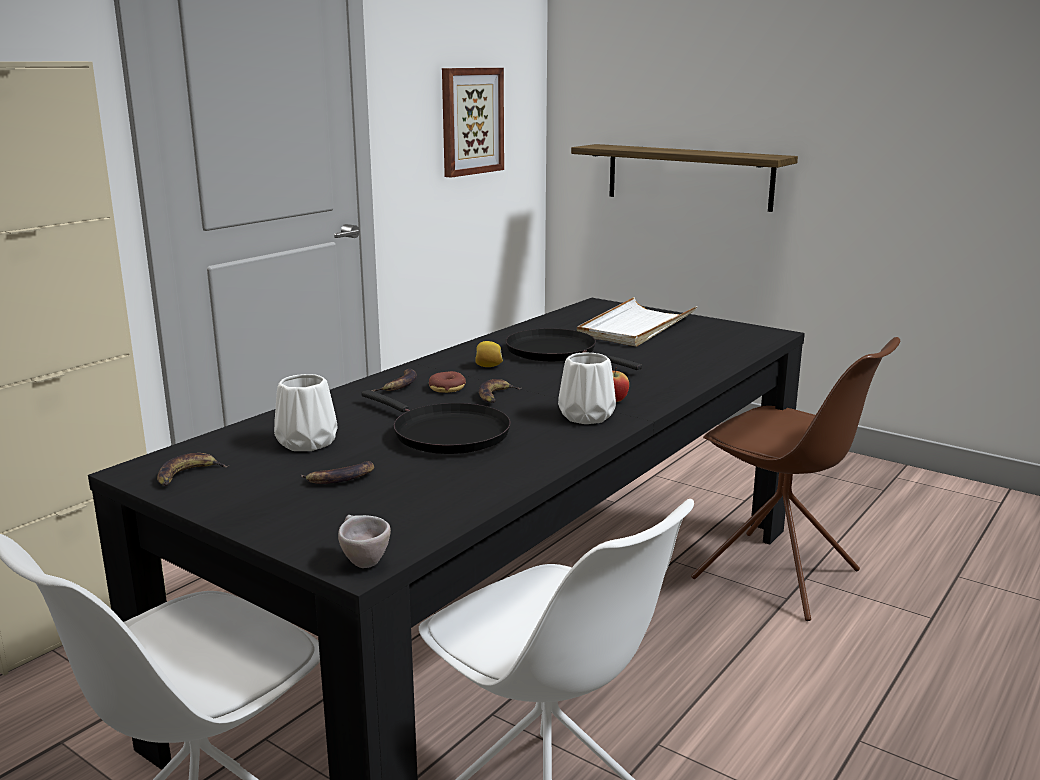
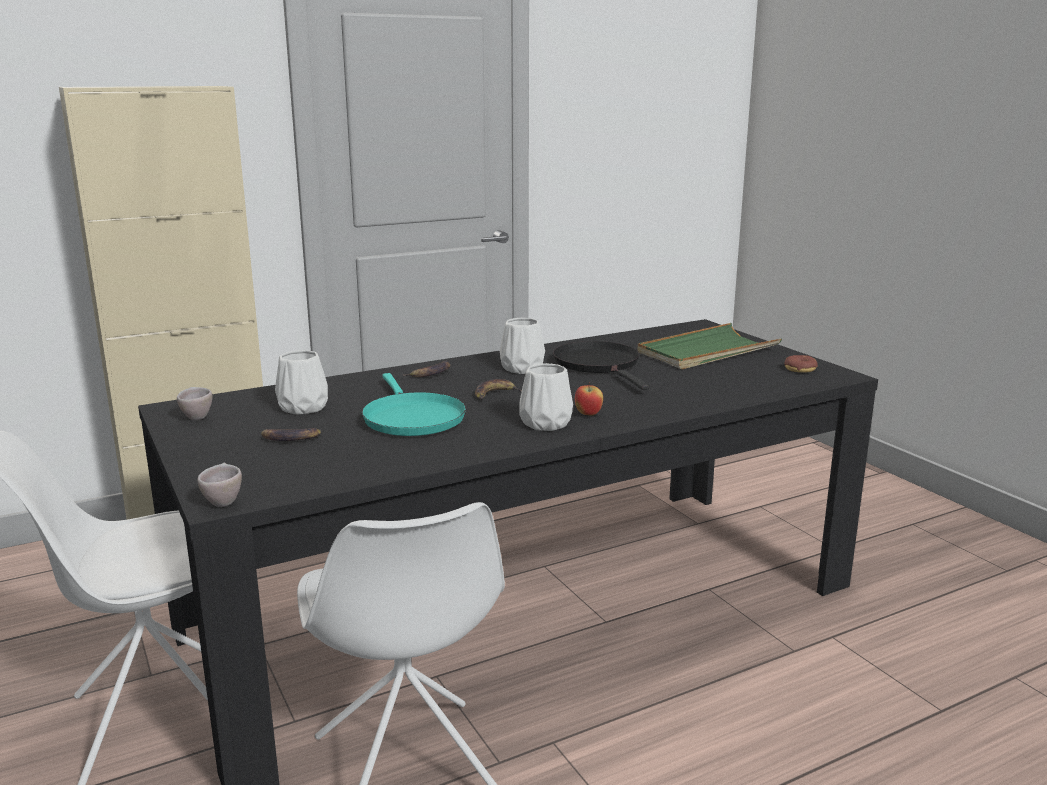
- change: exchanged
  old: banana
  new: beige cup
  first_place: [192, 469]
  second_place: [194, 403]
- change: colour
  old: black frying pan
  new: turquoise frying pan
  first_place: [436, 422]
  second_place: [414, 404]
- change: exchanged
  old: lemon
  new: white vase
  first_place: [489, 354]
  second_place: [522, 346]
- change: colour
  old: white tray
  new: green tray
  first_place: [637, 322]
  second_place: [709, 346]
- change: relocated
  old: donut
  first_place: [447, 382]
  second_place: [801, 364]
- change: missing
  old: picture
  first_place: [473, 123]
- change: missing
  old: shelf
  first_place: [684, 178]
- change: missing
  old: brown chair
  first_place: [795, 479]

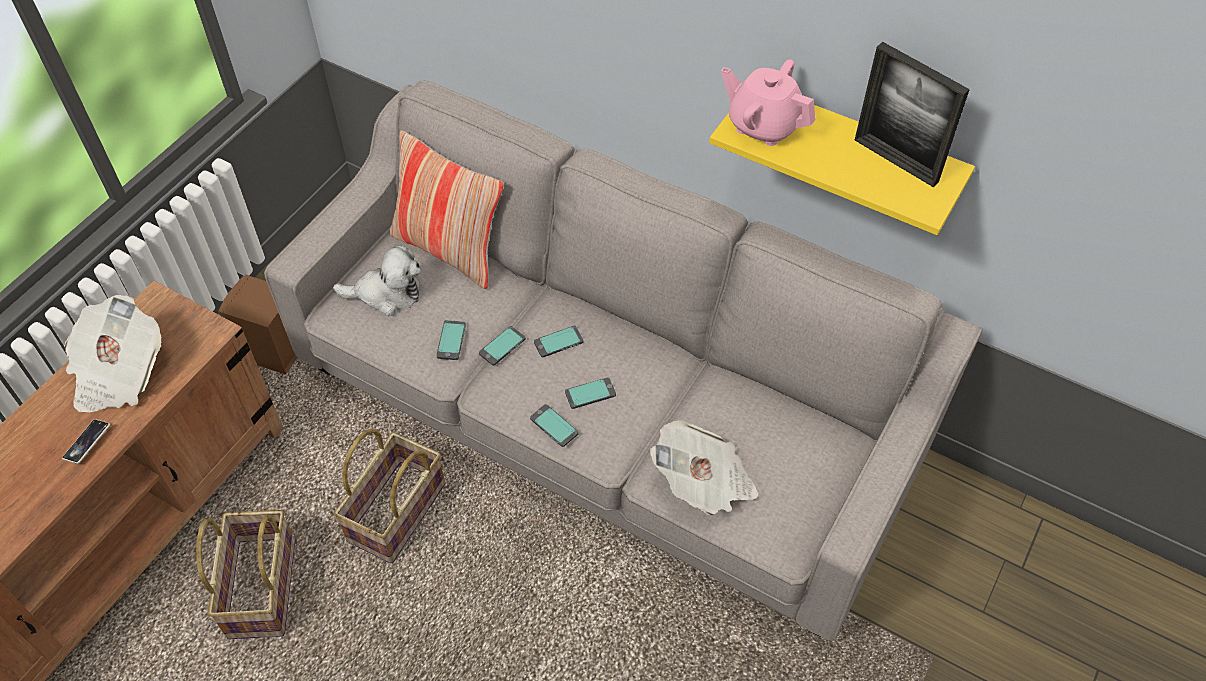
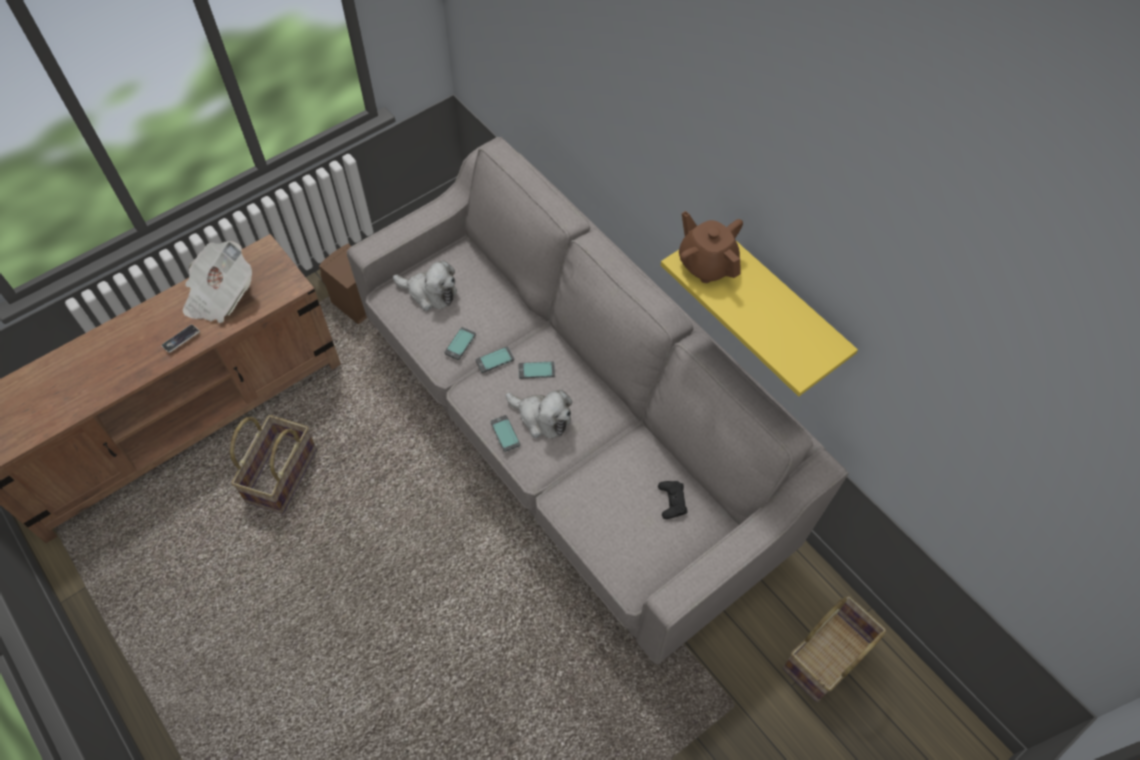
- change: exchanged
  old: phone
  new: plush toy
  first_place: [590, 393]
  second_place: [539, 414]
- change: appeared
  new: black game controller
  second_place: [672, 500]
- change: colour
  old: pink teapot
  new: brown teapot
  first_place: [768, 102]
  second_place: [711, 247]
- change: relocated
  old: basket
  first_place: [389, 495]
  second_place: [834, 649]
- change: missing
  old: pillow
  first_place: [446, 209]
- change: missing
  old: newspaper
  first_place: [704, 467]
- change: missing
  old: picture frame
  first_place: [912, 114]

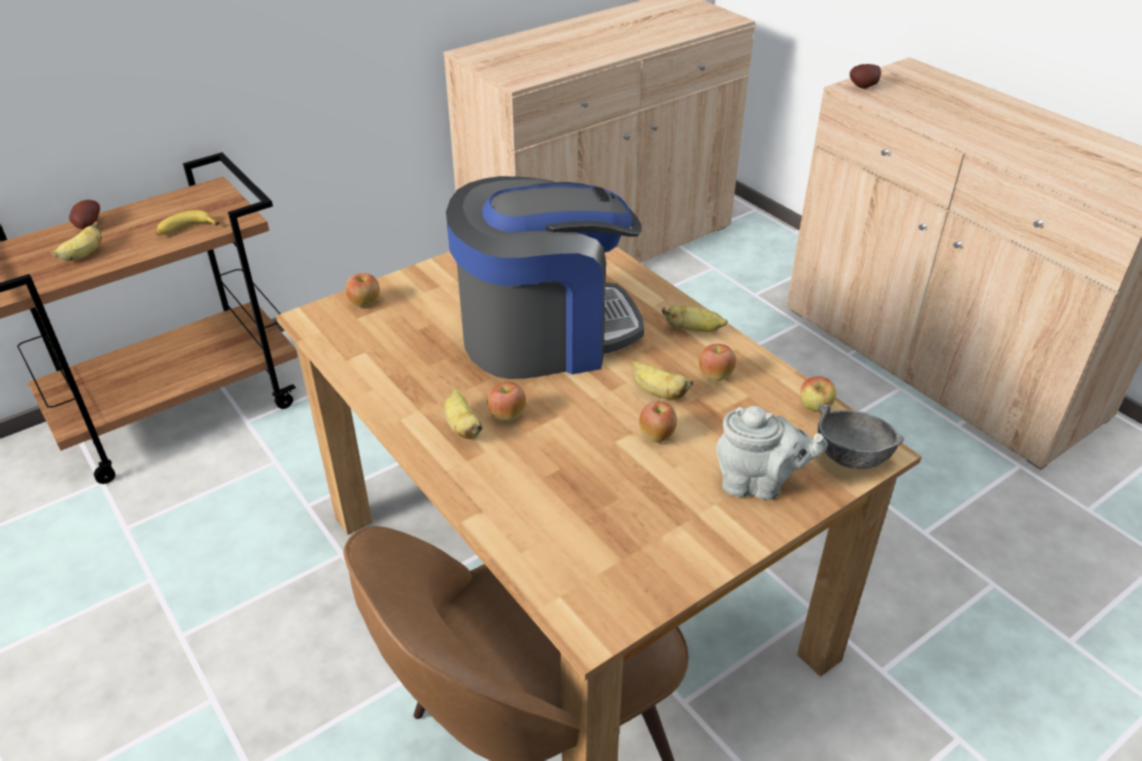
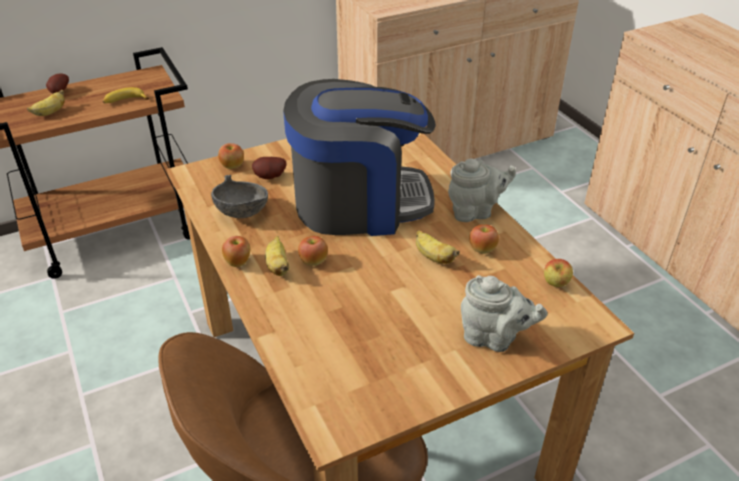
- change: relocated
  old: grey bowl
  first_place: [860, 436]
  second_place: [239, 196]
- change: relocated
  old: apple
  first_place: [658, 422]
  second_place: [236, 251]
- change: relocated
  old: potato
  first_place: [865, 76]
  second_place: [269, 168]
- change: exchanged
  old: banana
  new: grey teapot
  first_place: [694, 318]
  second_place: [482, 190]

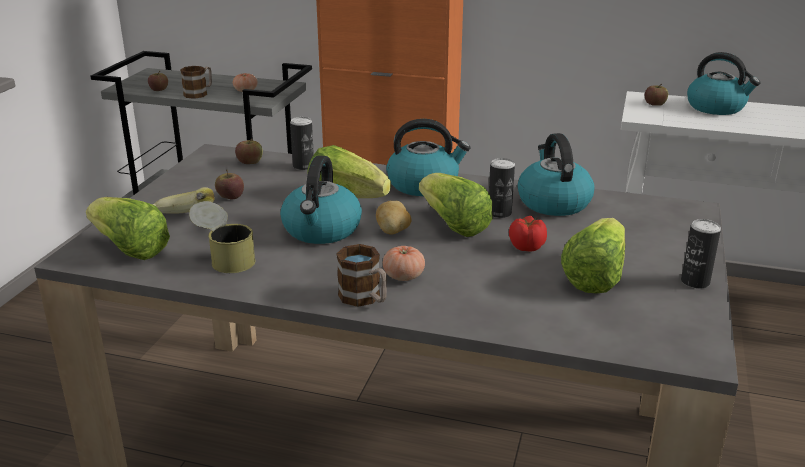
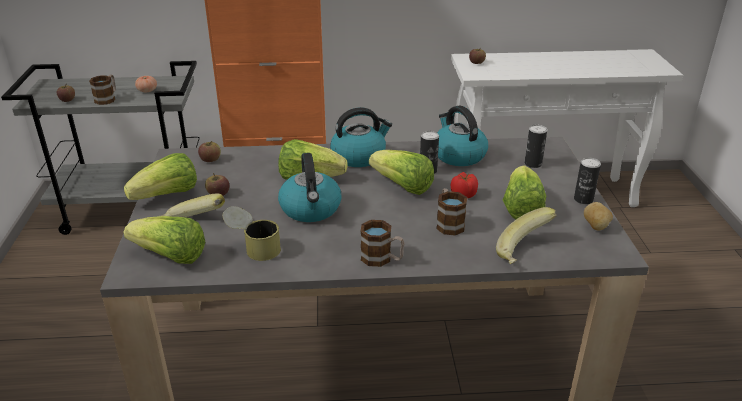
- change: appeared
  new: lettuce
  second_place: [160, 176]
- change: appeared
  new: mug
  second_place: [451, 212]
- change: appeared
  new: banana
  second_place: [526, 235]
- change: relocated
  old: can
  first_place: [302, 143]
  second_place: [535, 146]
- change: relocated
  old: potato
  first_place: [393, 217]
  second_place: [598, 216]
- change: missing
  old: tomato
  first_place: [404, 263]
- change: missing
  old: kettle
  first_place: [723, 83]

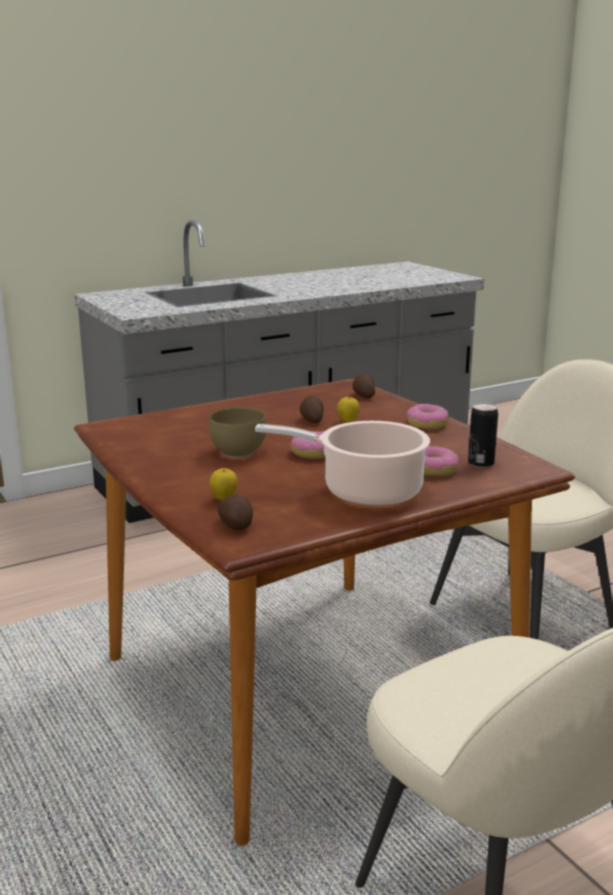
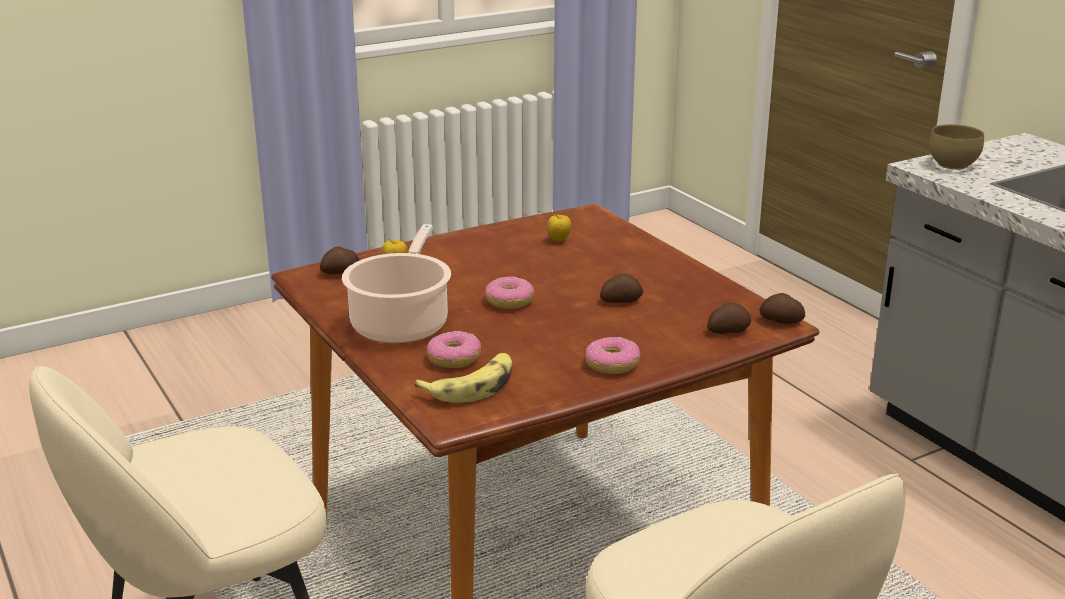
- change: exchanged
  old: can
  new: banana
  first_place: [483, 435]
  second_place: [463, 378]
- change: relocated
  old: apple
  first_place: [348, 409]
  second_place: [559, 227]
- change: appeared
  new: potato
  second_place: [782, 308]
- change: relocated
  old: brown bowl
  first_place: [237, 432]
  second_place: [956, 147]

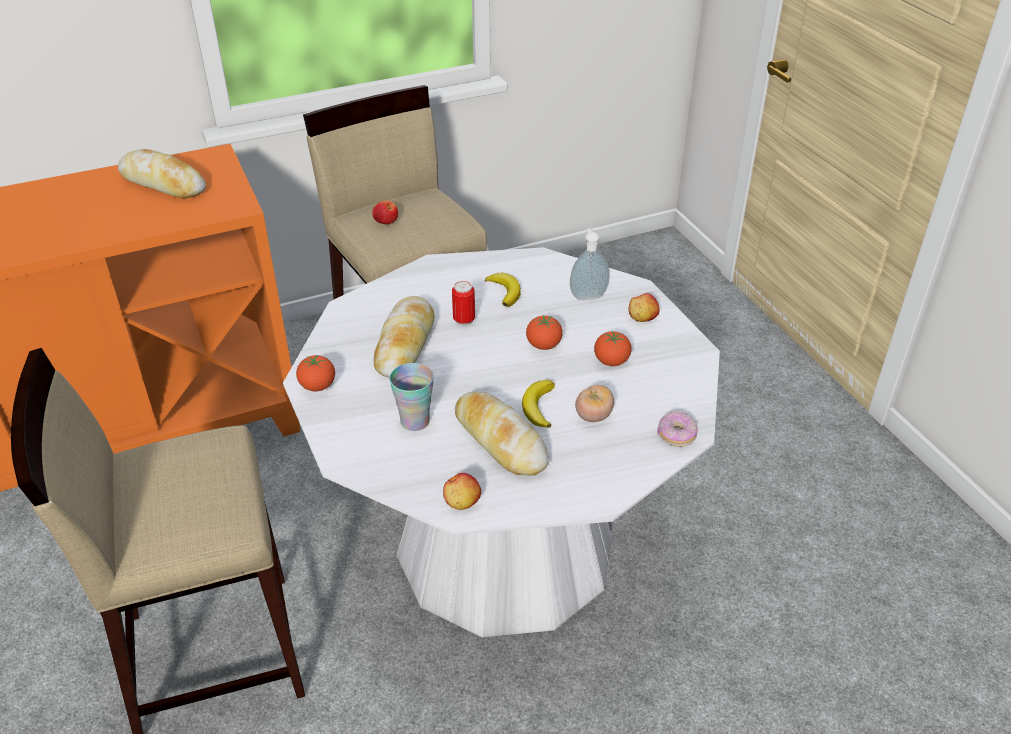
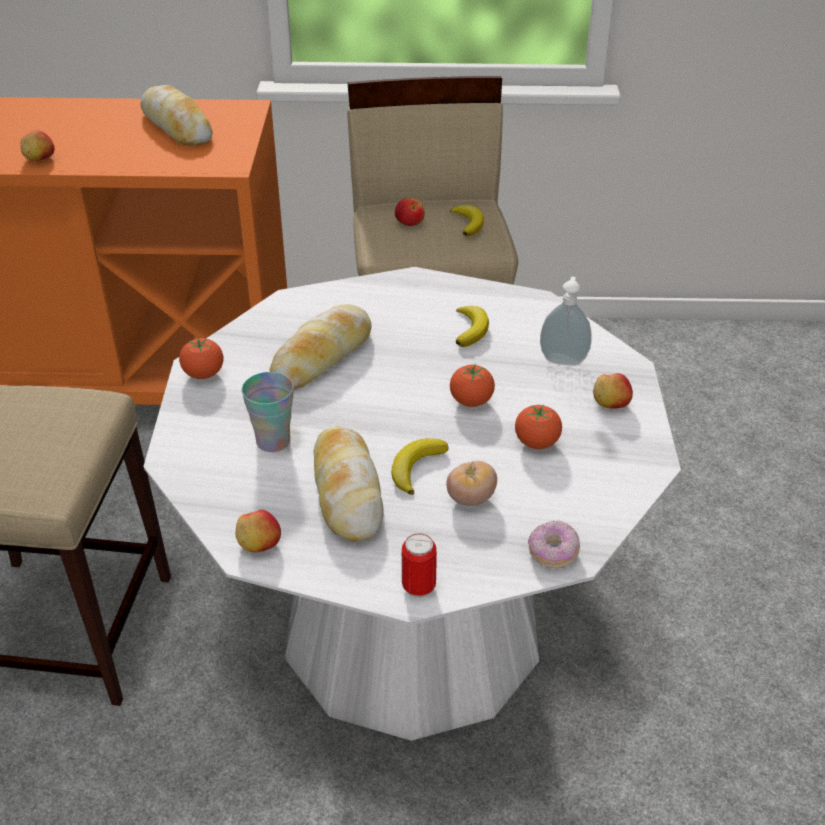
- change: appeared
  new: apple
  second_place: [38, 145]
- change: relocated
  old: can
  first_place: [463, 303]
  second_place: [419, 565]
- change: appeared
  new: banana
  second_place: [467, 220]

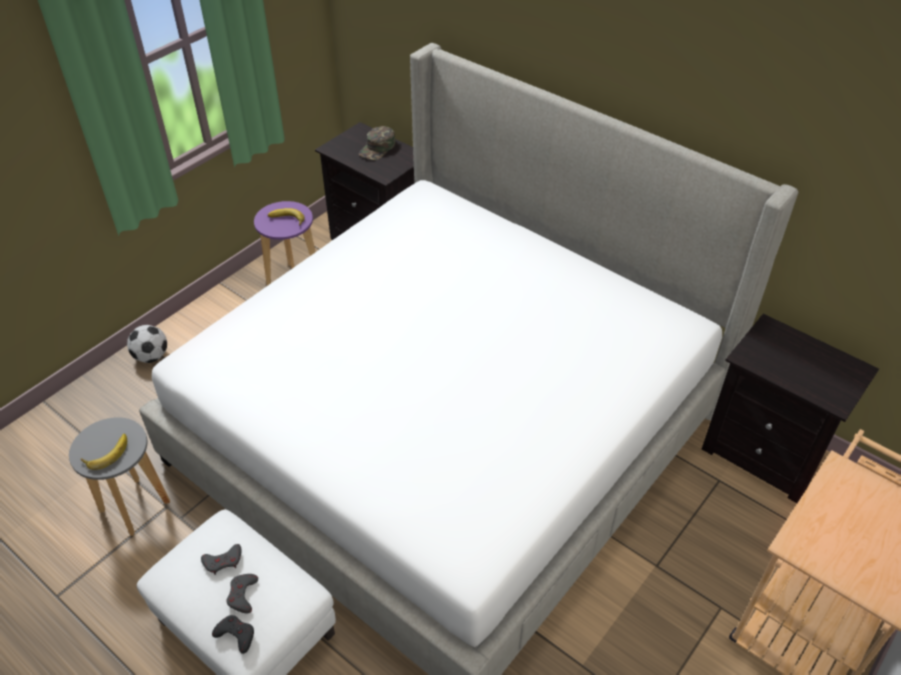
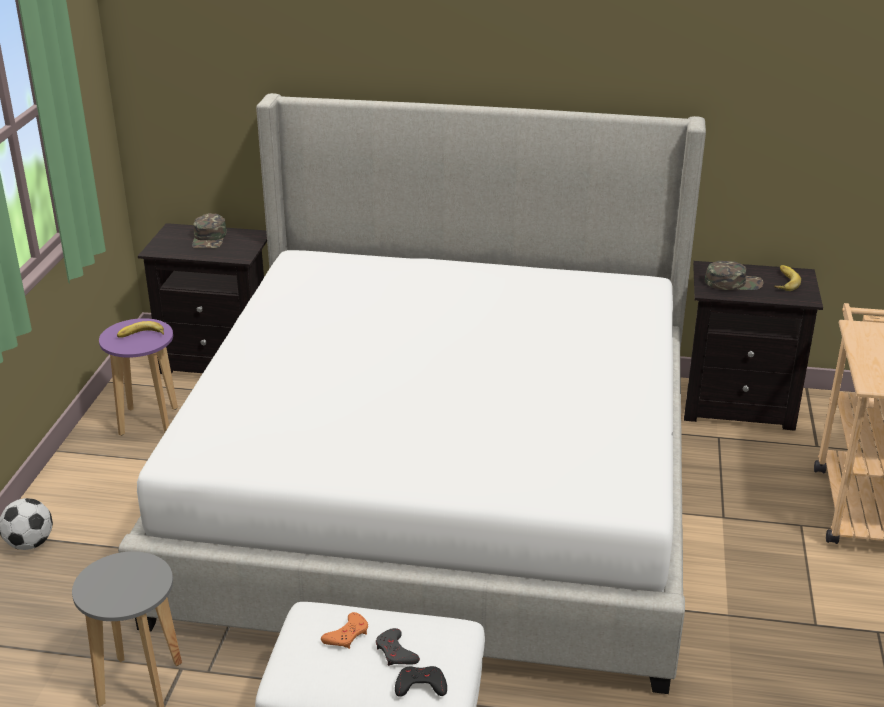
- change: colour
  old: grey game controller
  new: orange game controller
  first_place: [221, 559]
  second_place: [344, 630]
- change: appeared
  new: green cap
  second_place: [734, 275]
- change: relocated
  old: banana
  first_place: [104, 451]
  second_place: [787, 278]

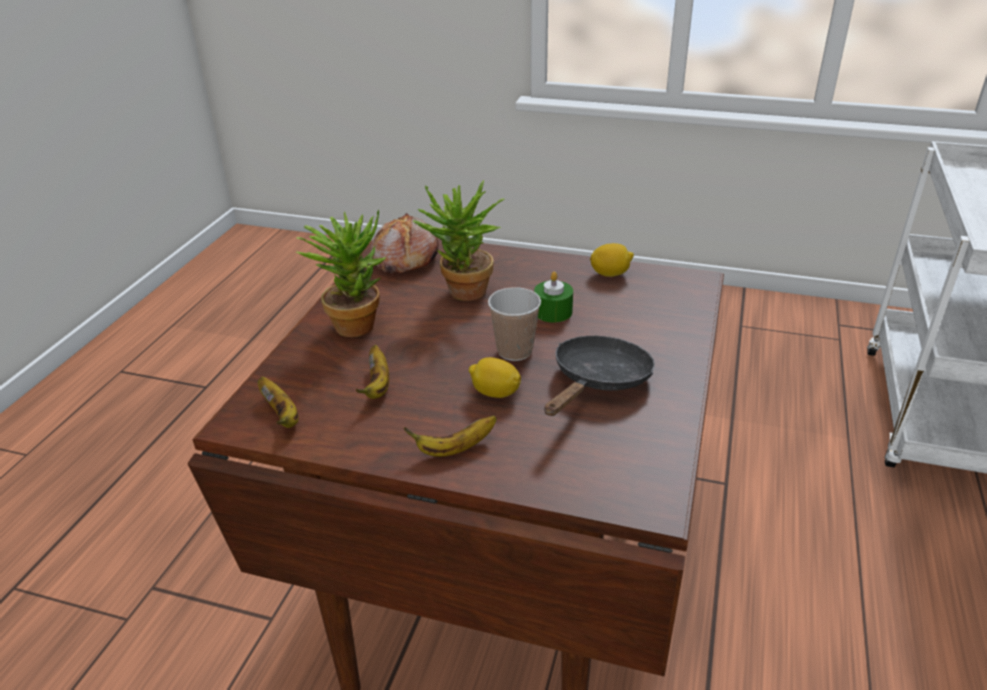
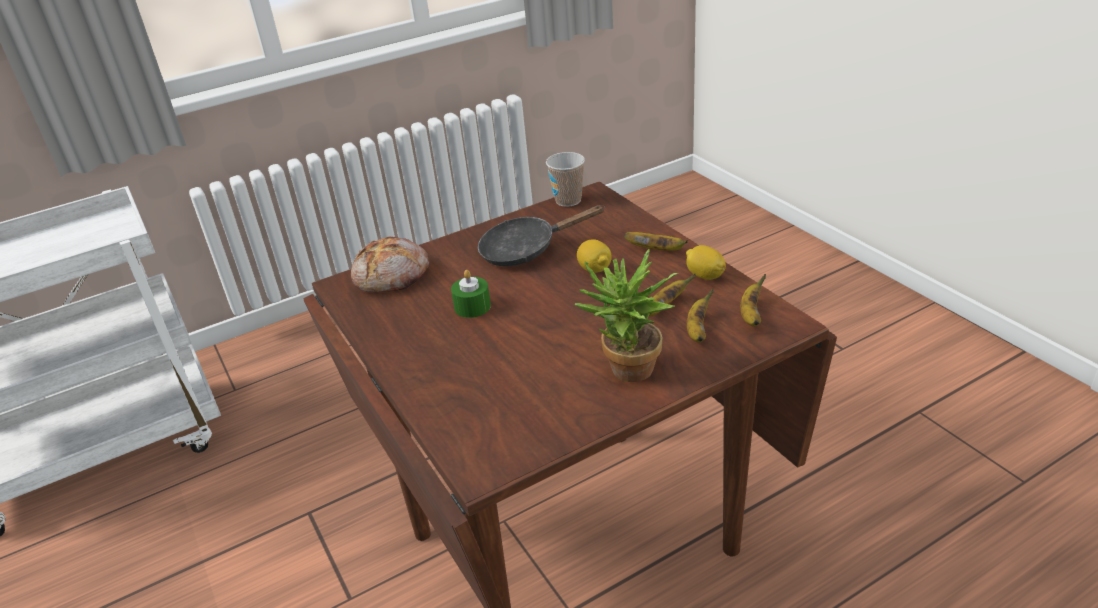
- change: relocated
  old: bread
  first_place: [405, 243]
  second_place: [390, 264]
- change: relocated
  old: cup
  first_place: [514, 324]
  second_place: [565, 179]
- change: relocated
  old: lemon
  first_place: [612, 260]
  second_place: [706, 262]
- change: appeared
  new: banana
  second_place: [700, 316]
- change: missing
  old: potted plant
  first_place: [458, 240]

